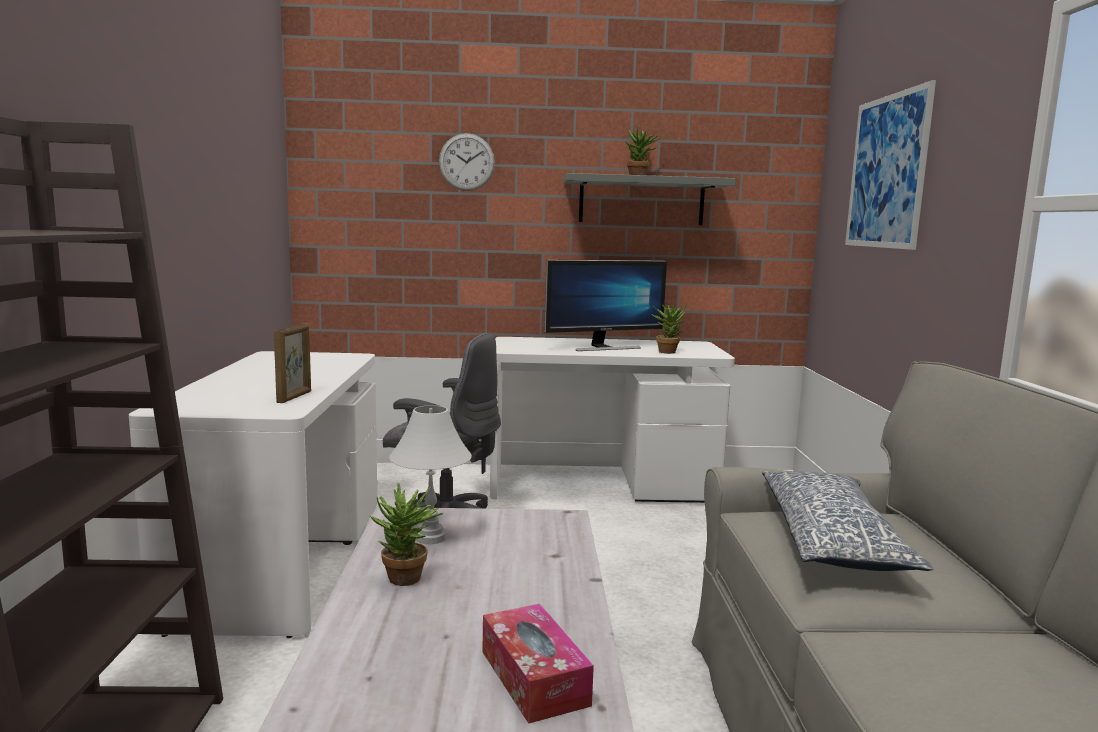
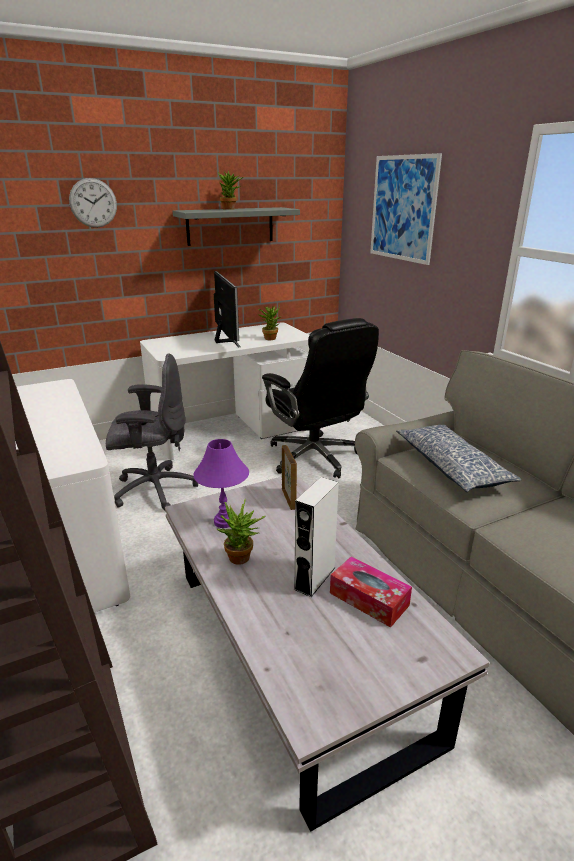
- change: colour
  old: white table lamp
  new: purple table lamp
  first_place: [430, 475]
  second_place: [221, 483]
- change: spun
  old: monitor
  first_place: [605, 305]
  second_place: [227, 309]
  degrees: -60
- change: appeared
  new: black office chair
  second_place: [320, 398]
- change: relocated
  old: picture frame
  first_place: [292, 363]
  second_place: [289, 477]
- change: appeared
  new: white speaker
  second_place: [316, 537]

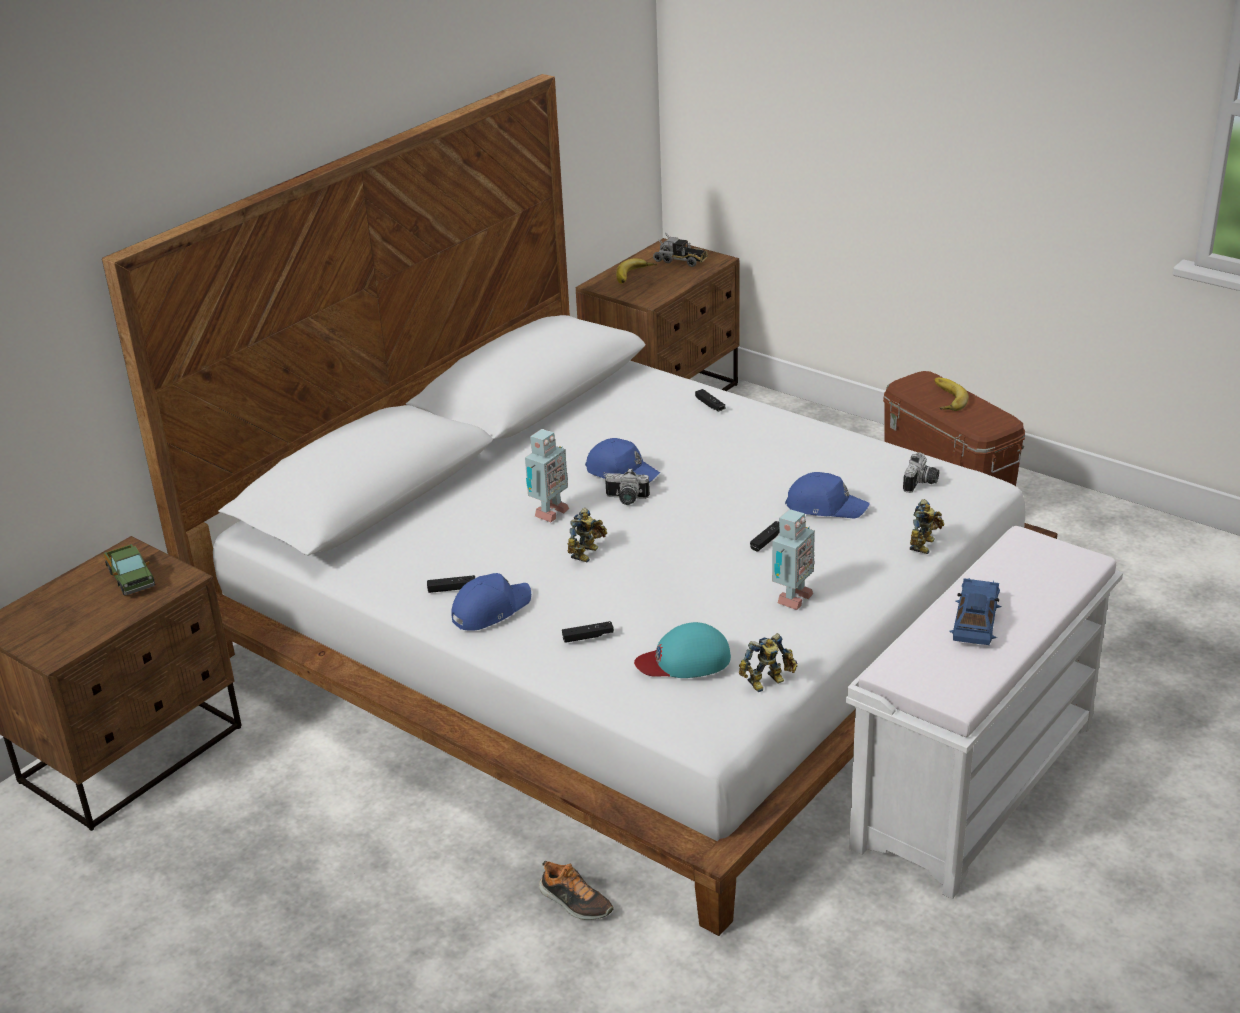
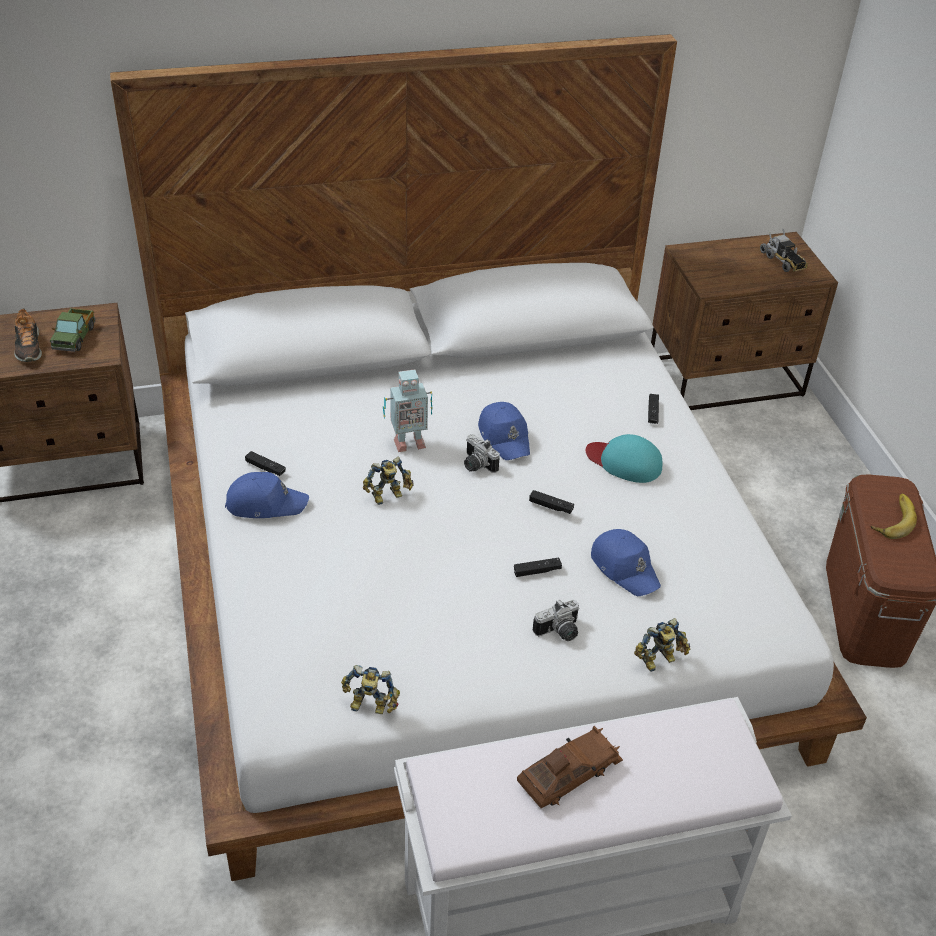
- change: relocated
  old: shoe
  first_place: [576, 890]
  second_place: [28, 335]
- change: colour
  old: blue toy car
  new: brown toy car
  first_place: [975, 611]
  second_place: [570, 767]
- change: relocated
  old: black game controller
  first_place: [588, 632]
  second_place: [551, 502]
- change: relocated
  old: photo camera
  first_place: [921, 473]
  second_place: [556, 620]
- change: relocated
  old: turquoise cap
  first_place: [682, 650]
  second_place: [624, 458]
- change: missing
  old: banana
  first_place: [636, 271]
- change: missing
  old: toy robot
  first_place: [793, 559]

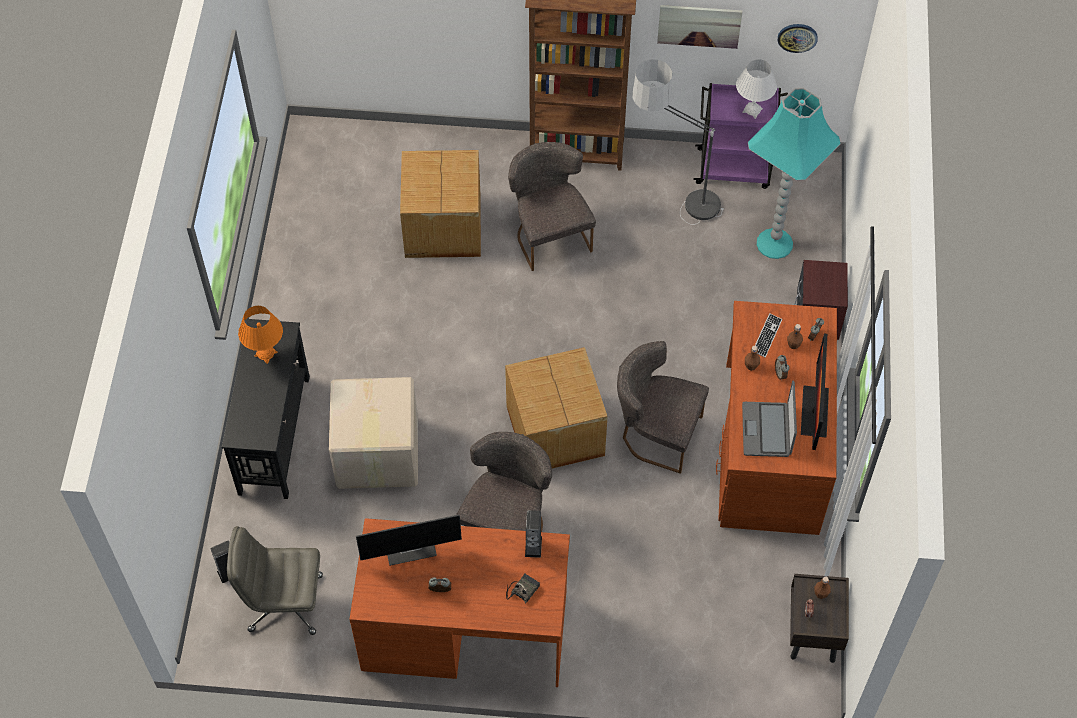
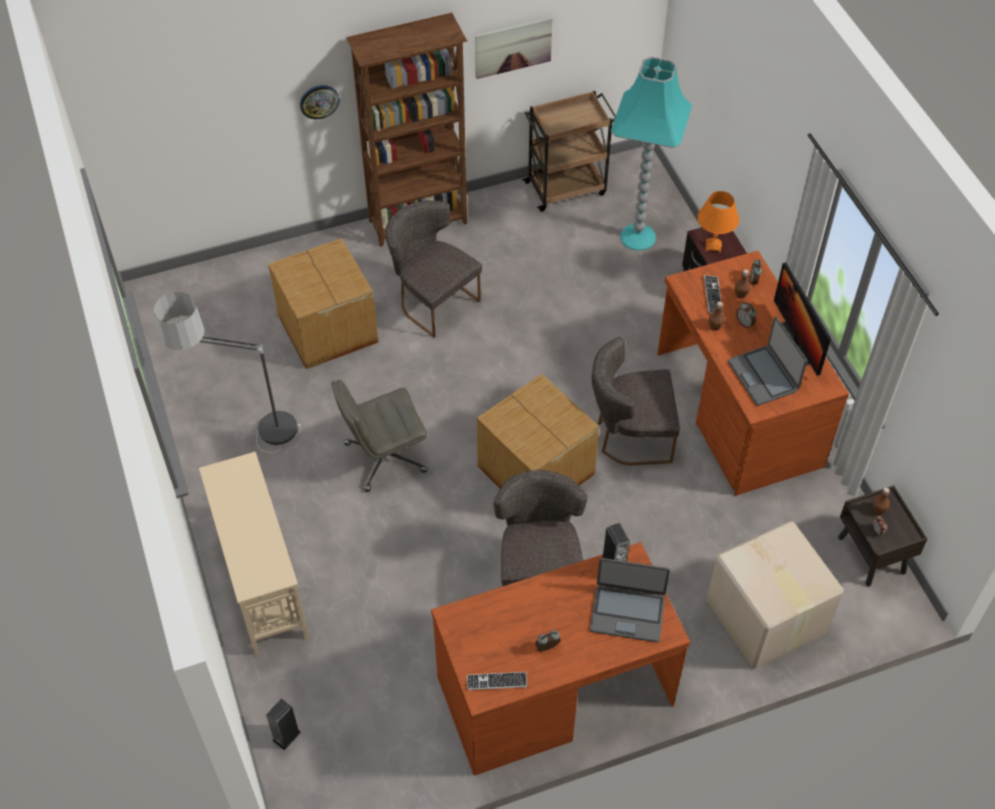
- change: relocated
  old: floor lamp
  first_place: [678, 142]
  second_place: [227, 372]
- change: colour
  old: black console table
  new: beige console table
  first_place: [266, 409]
  second_place: [254, 554]
- change: relocated
  old: wall clock
  first_place: [798, 38]
  second_place: [320, 102]
- change: relocated
  old: grey office chair
  first_place: [275, 580]
  second_place: [379, 436]
- change: appeared
  new: keyboard
  second_place: [497, 681]
- change: colour
  old: purple cart
  new: brown cart
  first_place: [740, 136]
  second_place: [569, 151]
- change: exchanged
  old: radio
  new: laptop
  first_place: [523, 589]
  second_place: [630, 600]
- change: relocated
  old: orange table lamp
  first_place: [260, 335]
  second_place: [718, 221]
- change: relocated
  old: cardboard box
  first_place: [373, 433]
  second_place: [775, 595]
- change: missing
  old: monitor
  first_place: [409, 540]
- change: missing
  old: white table lamp
  first_place: [756, 89]

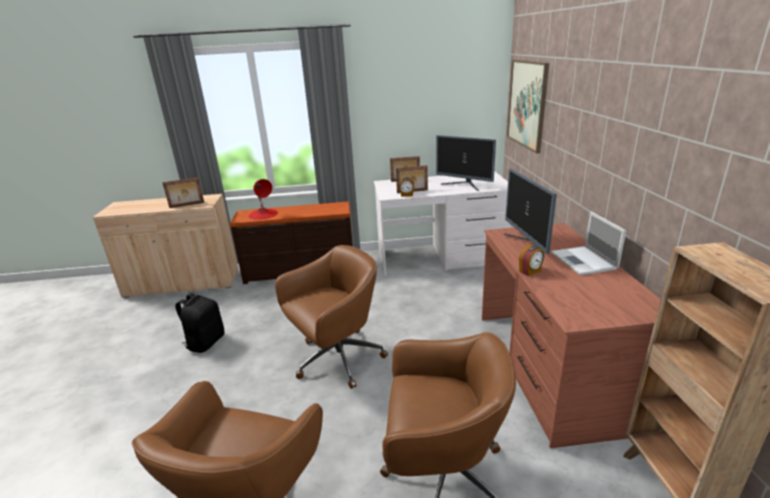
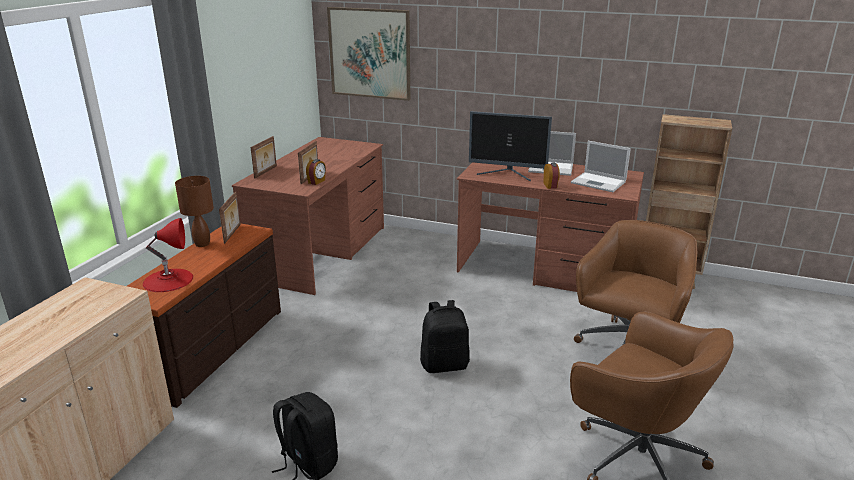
- change: appeared
  new: brown table lamp
  second_place: [194, 211]
- change: relocated
  old: picture frame
  first_place: [183, 192]
  second_place: [229, 218]
- change: colour
  old: white desk
  new: brown desk
  first_place: [443, 224]
  second_place: [308, 216]
- change: exchanged
  old: brown office chair
  new: black backpack
  first_place: [331, 317]
  second_place: [445, 336]
- change: appeared
  new: laptop
  second_place: [601, 166]
- change: missing
  old: monitor
  first_place: [466, 163]

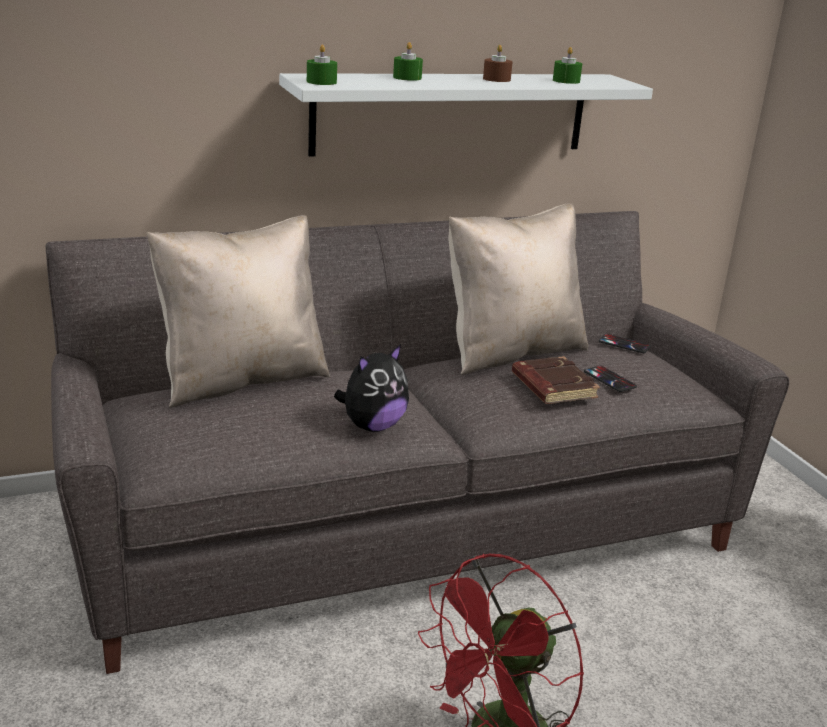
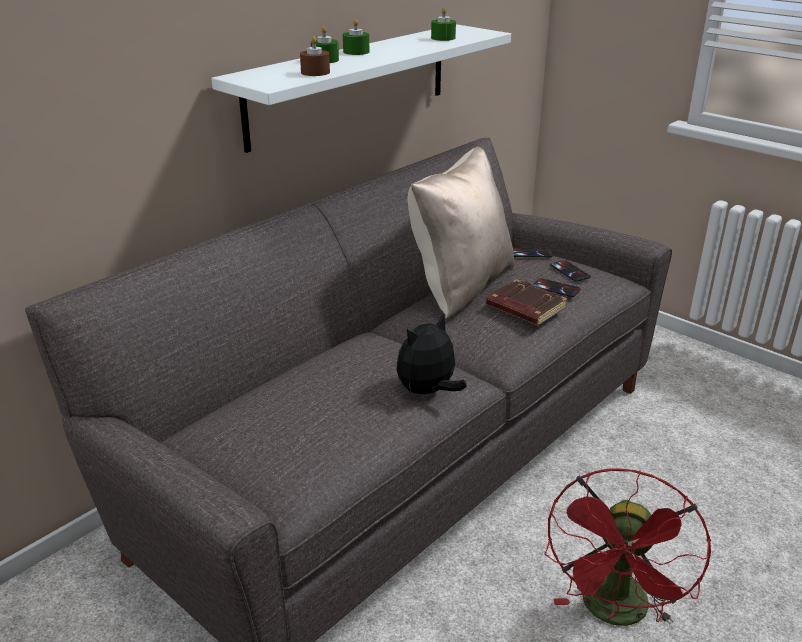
- change: relocated
  old: brown candle
  first_place: [498, 63]
  second_place: [315, 56]
- change: relocated
  old: green candle
  first_place: [322, 64]
  second_place: [356, 37]
- change: spun
  old: plush toy
  first_place: [371, 388]
  second_place: [432, 353]
  degrees: -150
- change: appeared
  new: phone
  second_place: [570, 271]
- change: missing
  old: beige pillow
  first_place: [238, 311]

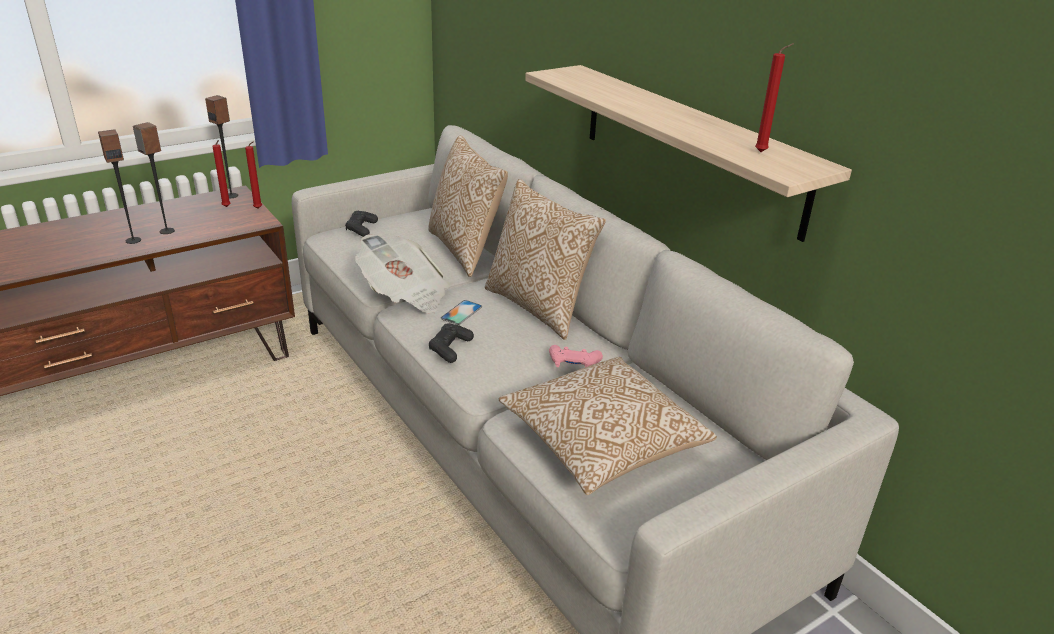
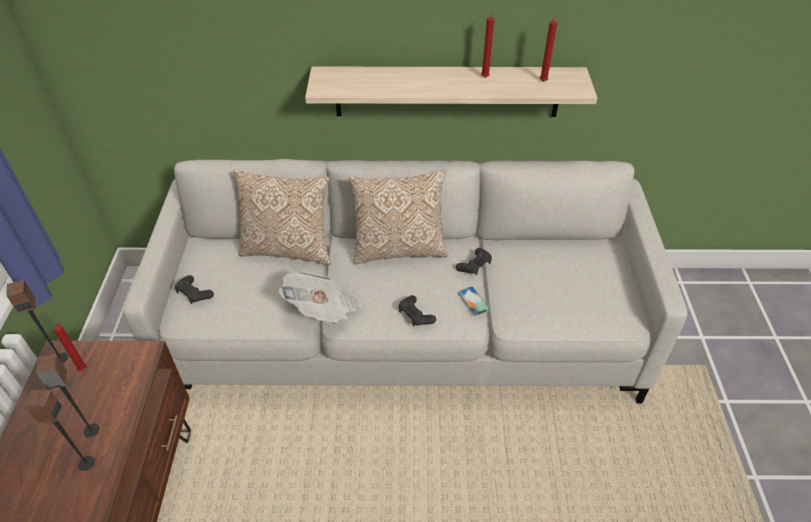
- change: colour
  old: pink game controller
  new: black game controller
  first_place: [576, 356]
  second_place: [474, 261]
- change: relocated
  old: phone
  first_place: [461, 312]
  second_place: [474, 301]
- change: relocated
  old: red candle
  first_place: [253, 175]
  second_place: [489, 44]
- change: missing
  old: pillow
  first_place: [608, 426]

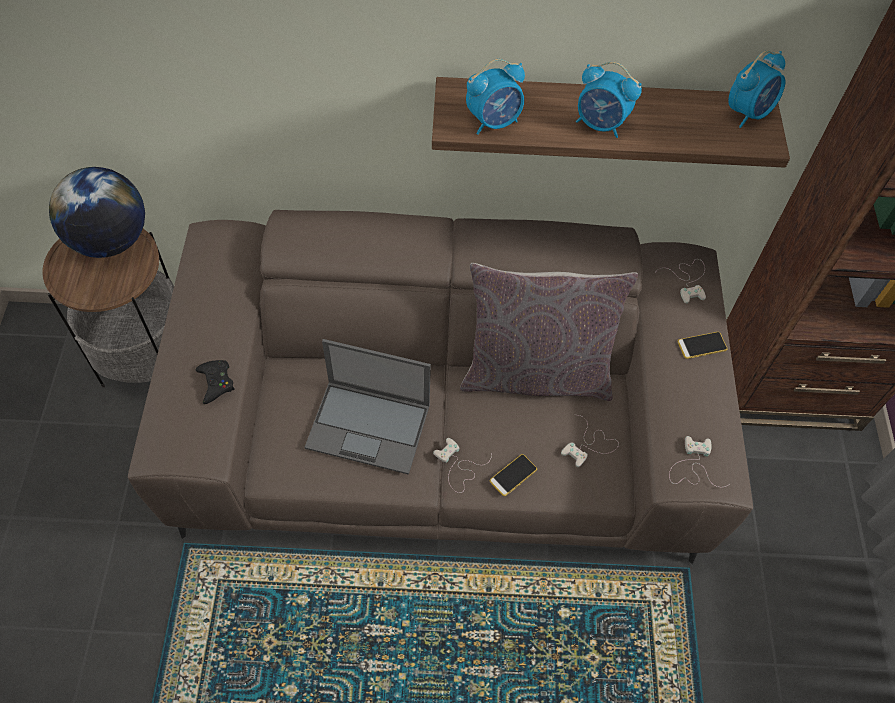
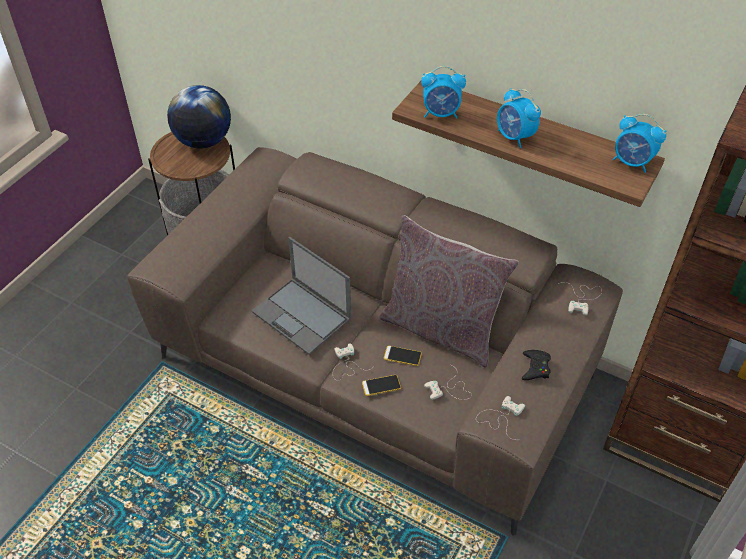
- change: relocated
  old: phone
  first_place: [702, 345]
  second_place: [403, 356]
- change: relocated
  old: black game controller
  first_place: [215, 382]
  second_place: [536, 365]
- change: spun
  old: alarm clock
  first_place: [756, 89]
  second_place: [639, 143]
  degrees: 45

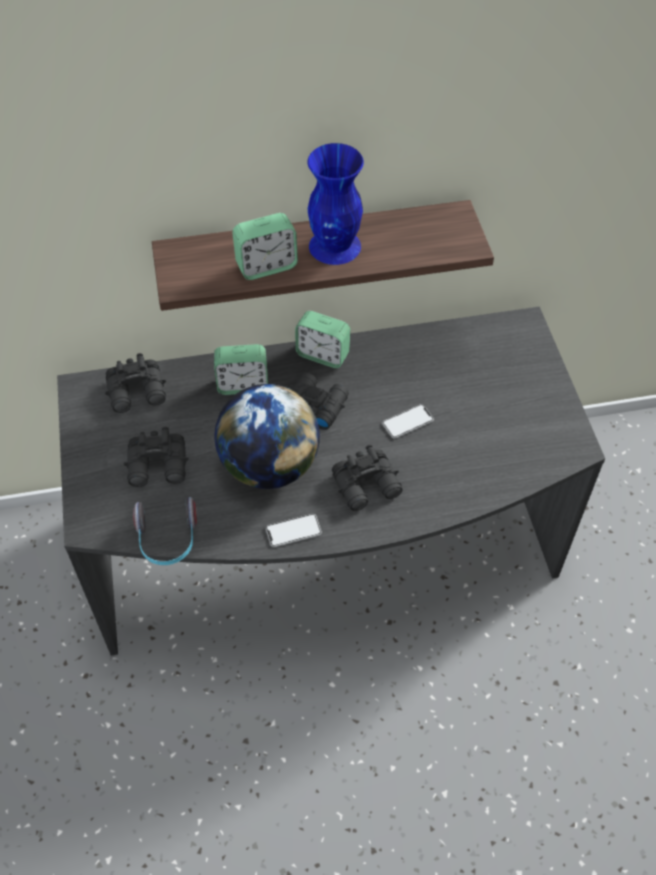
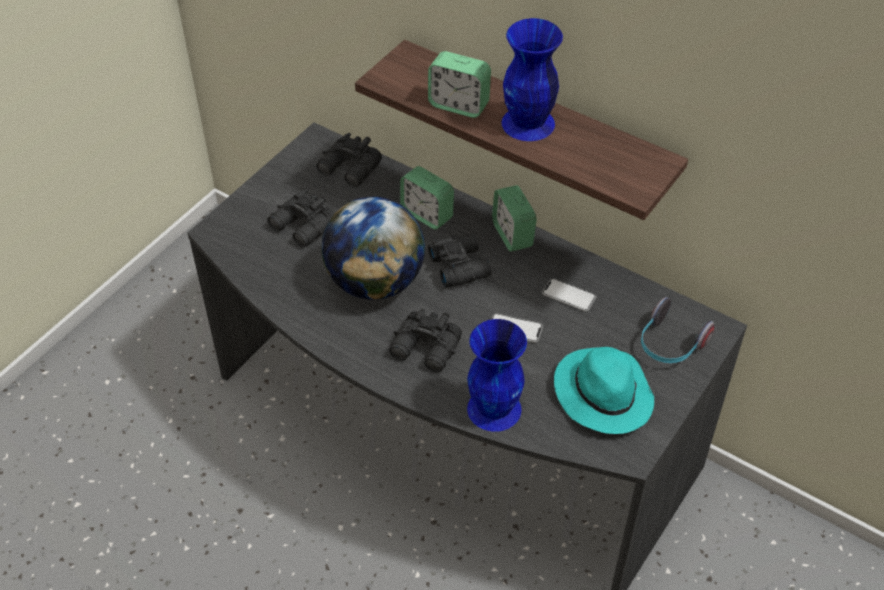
- change: appeared
  new: blue vase
  second_place: [497, 375]
- change: relocated
  old: phone
  first_place: [294, 530]
  second_place: [569, 294]
- change: appeared
  new: turquoise hat
  second_place: [604, 390]
- change: relocated
  old: headphones
  first_place: [165, 531]
  second_place: [677, 330]

